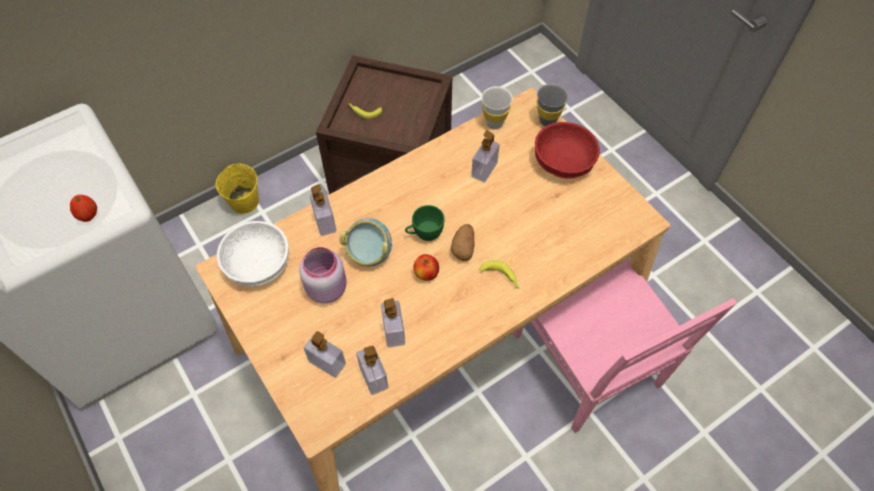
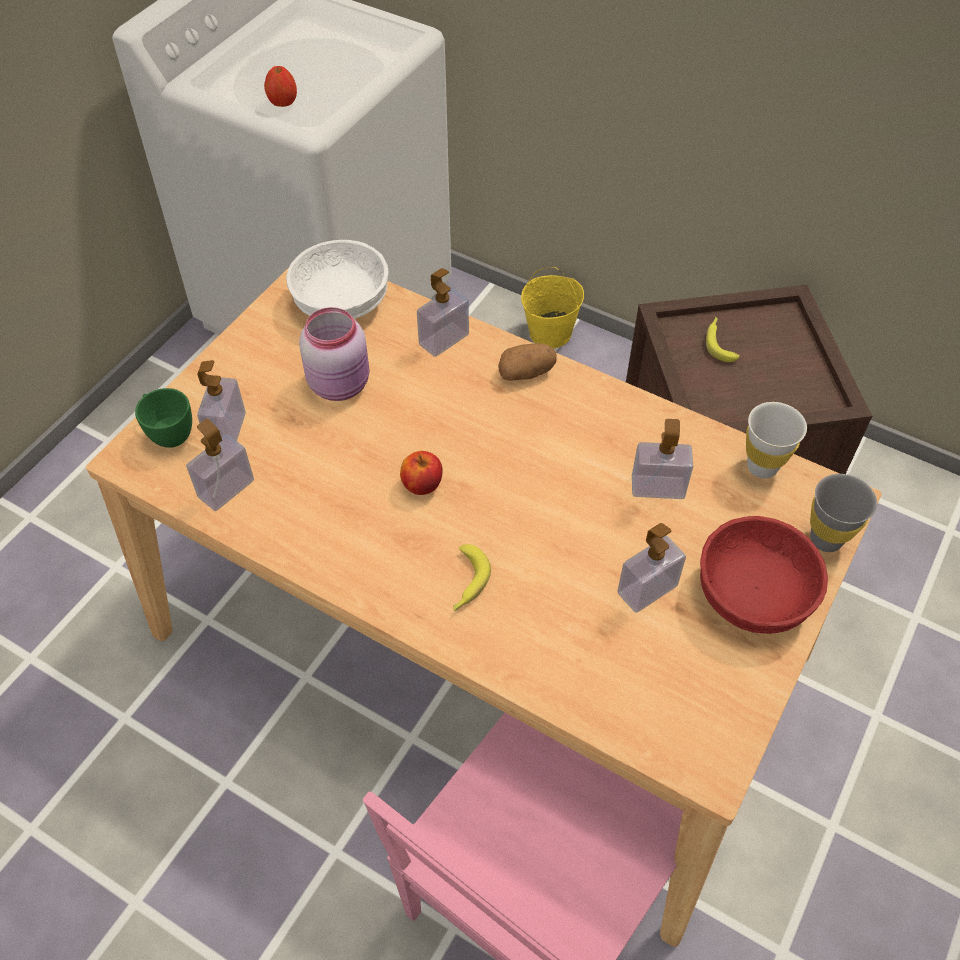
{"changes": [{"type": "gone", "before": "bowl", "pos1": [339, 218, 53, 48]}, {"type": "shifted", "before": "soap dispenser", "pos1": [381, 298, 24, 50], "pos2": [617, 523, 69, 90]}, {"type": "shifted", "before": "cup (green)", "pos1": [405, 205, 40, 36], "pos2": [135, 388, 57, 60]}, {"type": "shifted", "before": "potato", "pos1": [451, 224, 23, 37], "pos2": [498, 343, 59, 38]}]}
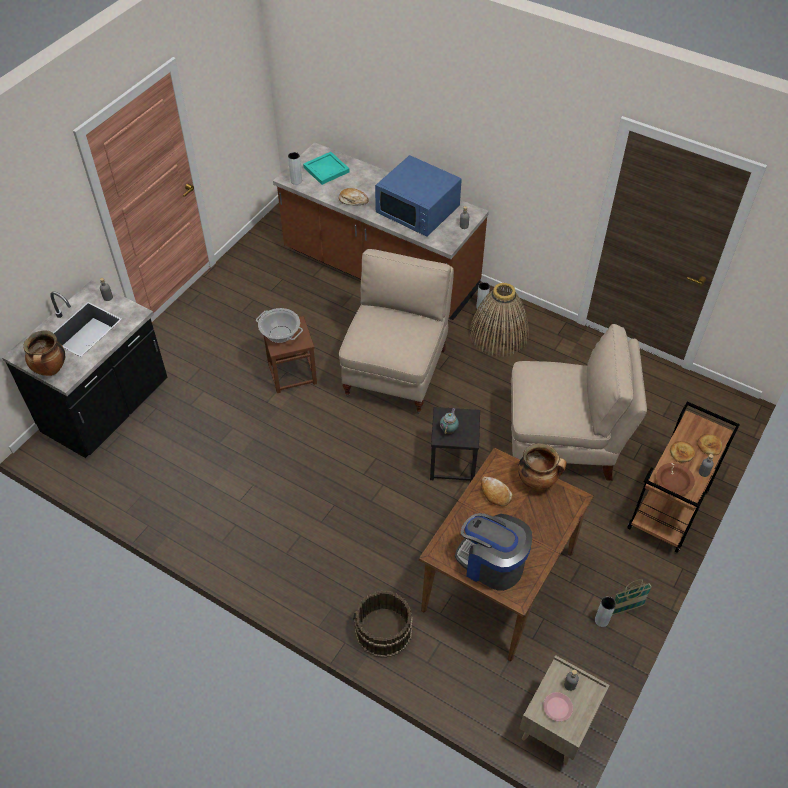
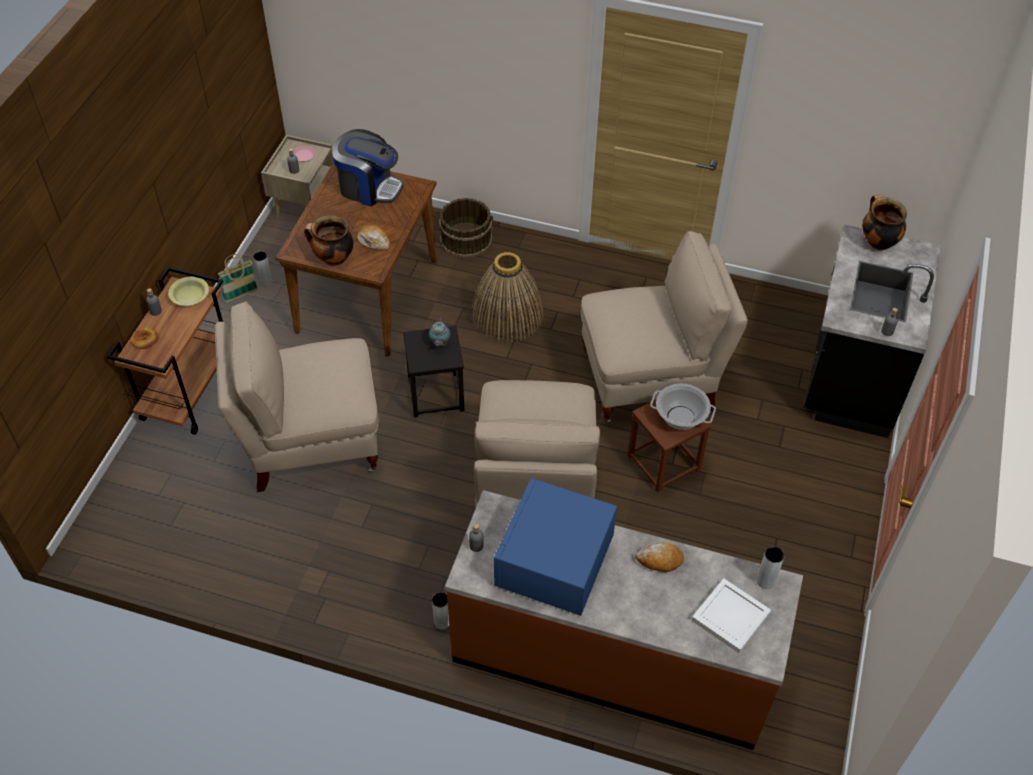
{"changes": [{"type": "gone", "before": "bread", "pos1": [670, 441, 25, 22]}, {"type": "new", "after": "chair (beige)", "pos2": [581, 231, 167, 192]}, {"type": "shifted", "before": "basket", "pos1": [469, 283, 60, 74], "pos2": [471, 252, 72, 90]}, {"type": "repainted", "before": "tray (turquoise)", "after": "tray (white)", "pos1": [303, 152, 47, 33], "pos2": [691, 579, 80, 74]}, {"type": "repainted", "before": "bowl (brown)", "after": "bowl (yellow)", "pos1": [656, 463, 39, 31], "pos2": [168, 277, 41, 29]}, {"type": "rotated", "before": "microwave (blue)", "pos1": [375, 155, 87, 82], "pos2": [494, 478, 123, 138], "turn": -90}]}
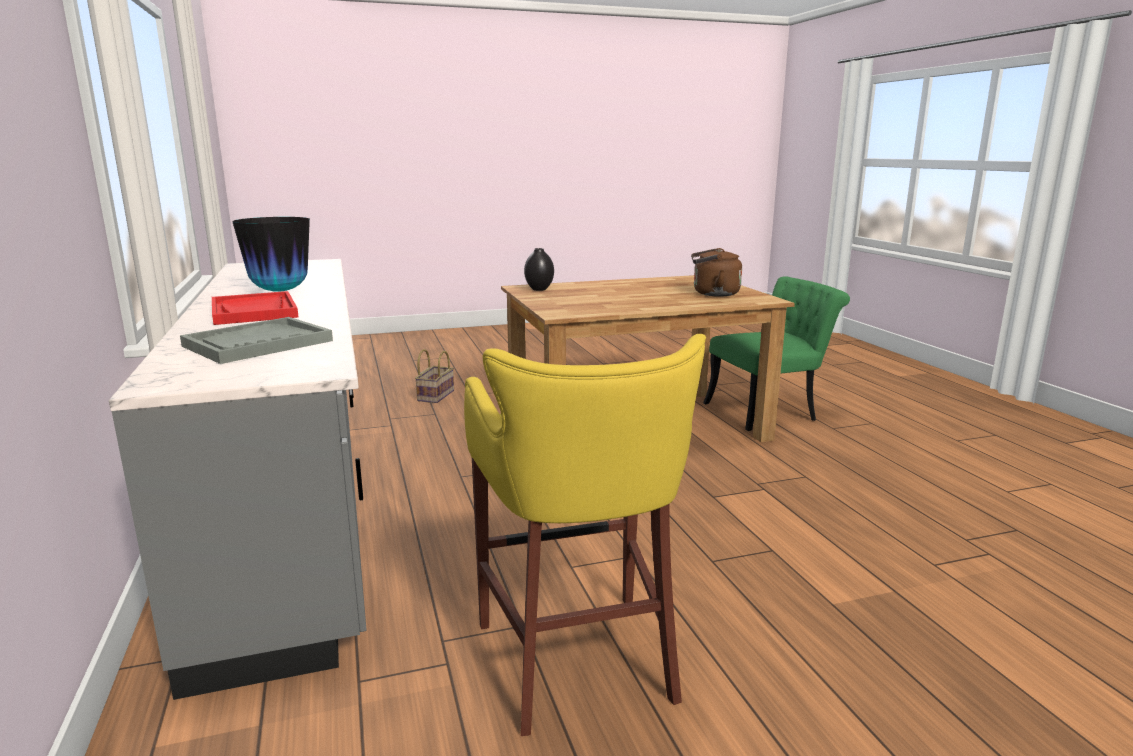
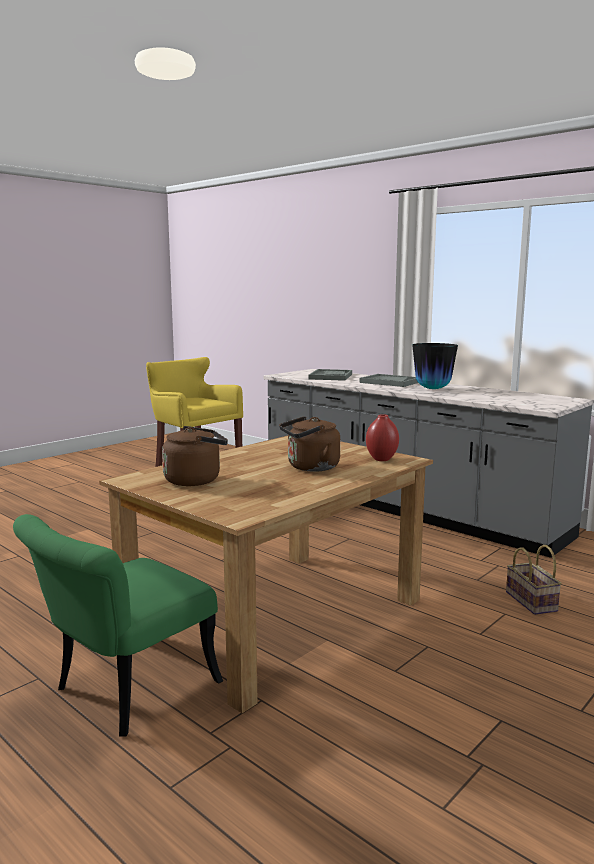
{"changes": [{"type": "new", "after": "kettle (brown)", "pos2": [279, 416, 61, 56]}, {"type": "repainted", "before": "tray (red)", "after": "tray (grey)", "pos1": [212, 291, 86, 34], "pos2": [359, 374, 59, 13]}, {"type": "repainted", "before": "vase (black)", "after": "vase (red)", "pos1": [524, 248, 30, 43], "pos2": [366, 414, 33, 47]}]}
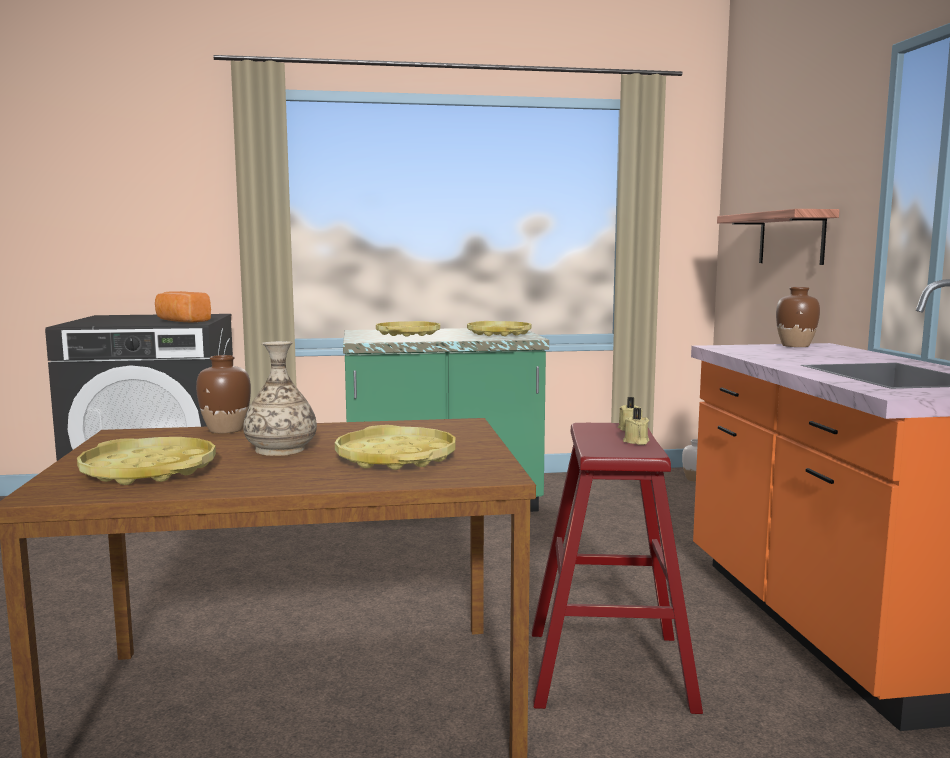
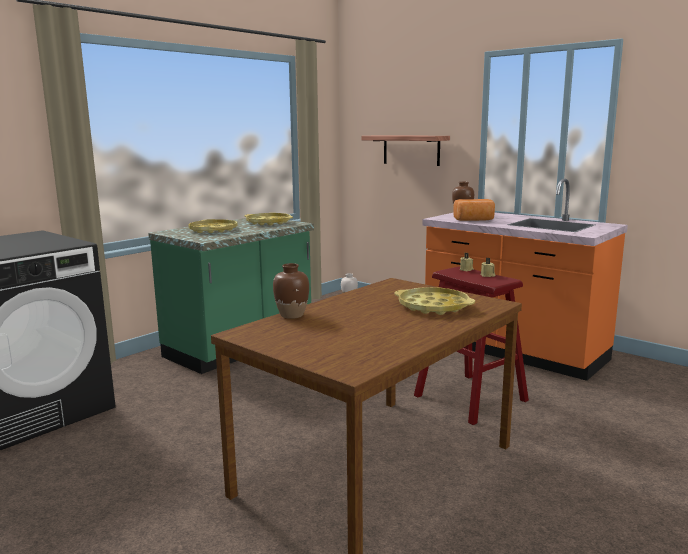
{"changes": [{"type": "gone", "before": "tray (yellow)", "pos1": [77, 437, 139, 48]}, {"type": "gone", "before": "vase", "pos1": [243, 341, 74, 115]}, {"type": "shifted", "before": "bread", "pos1": [155, 291, 56, 31], "pos2": [453, 199, 42, 22]}]}
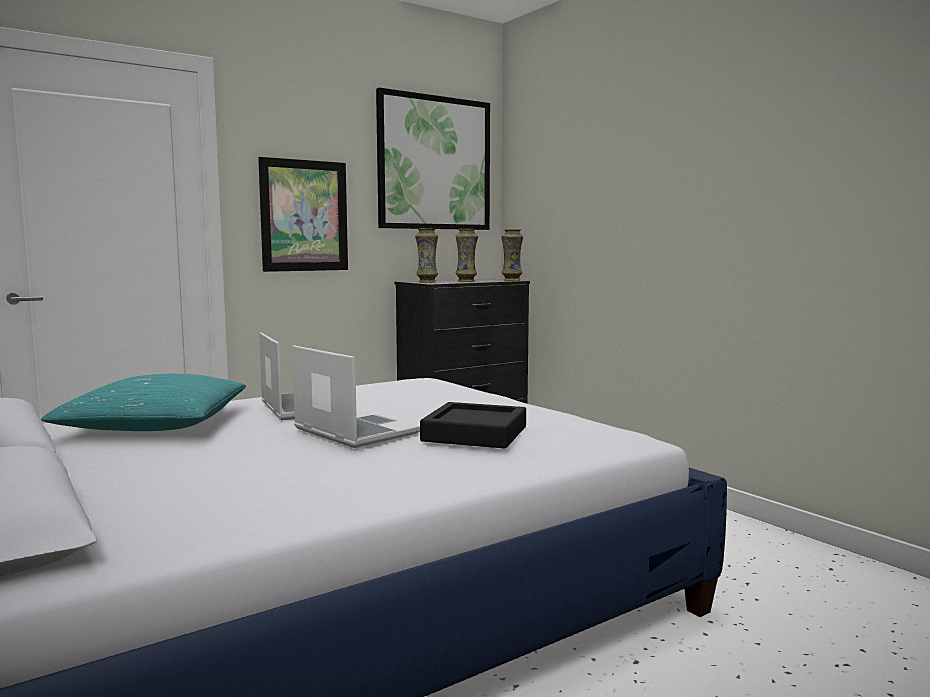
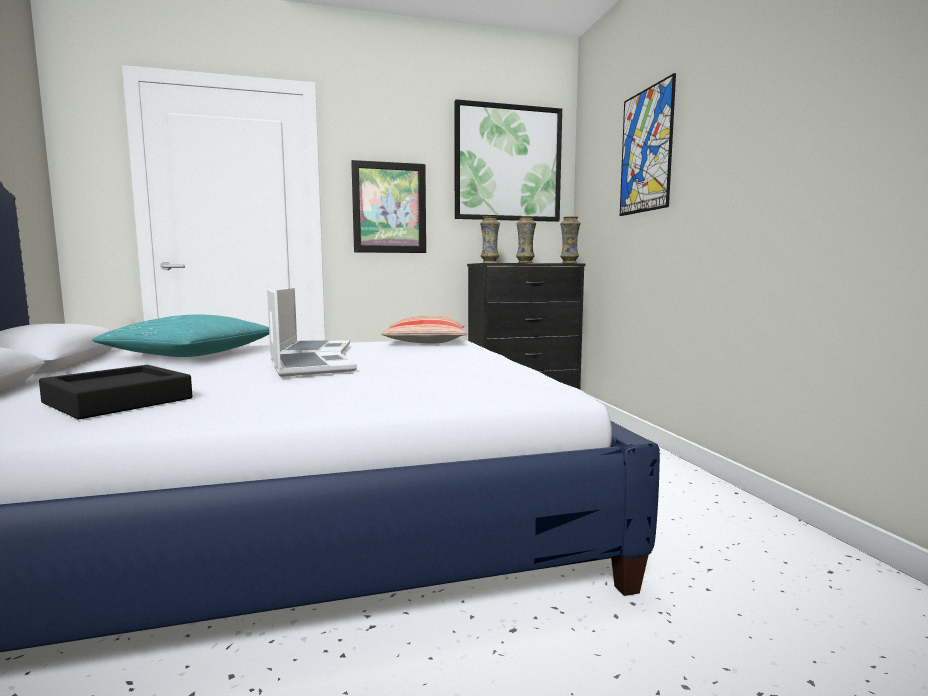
{"changes": [{"type": "new", "after": "pillow", "pos2": [381, 316, 86, 27]}, {"type": "new", "after": "picture", "pos2": [620, 73, 56, 143]}, {"type": "shifted", "before": "tray (black)", "pos1": [420, 402, 106, 46], "pos2": [39, 365, 154, 54]}]}
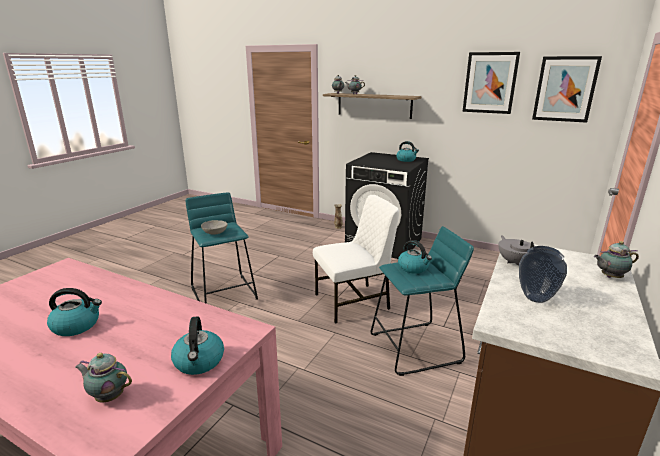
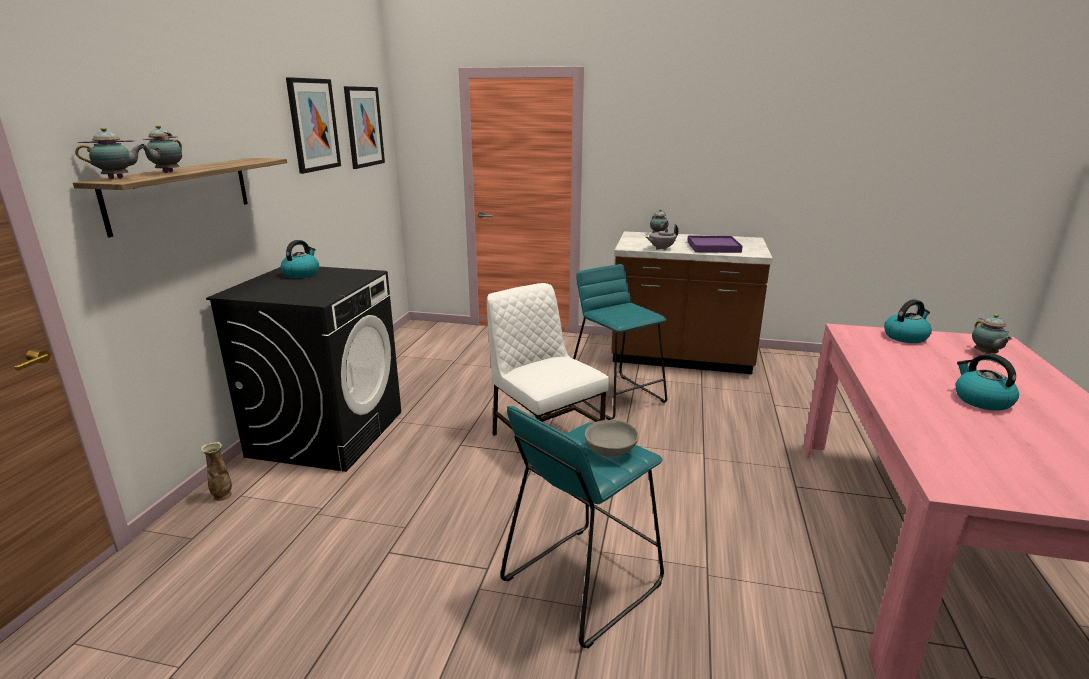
{"changes": [{"type": "gone", "before": "kettle", "pos1": [398, 240, 34, 34]}, {"type": "swapped", "before": "vase", "after": "tray (purple)", "pos1": [519, 246, 48, 57], "pos2": [687, 235, 56, 18]}]}
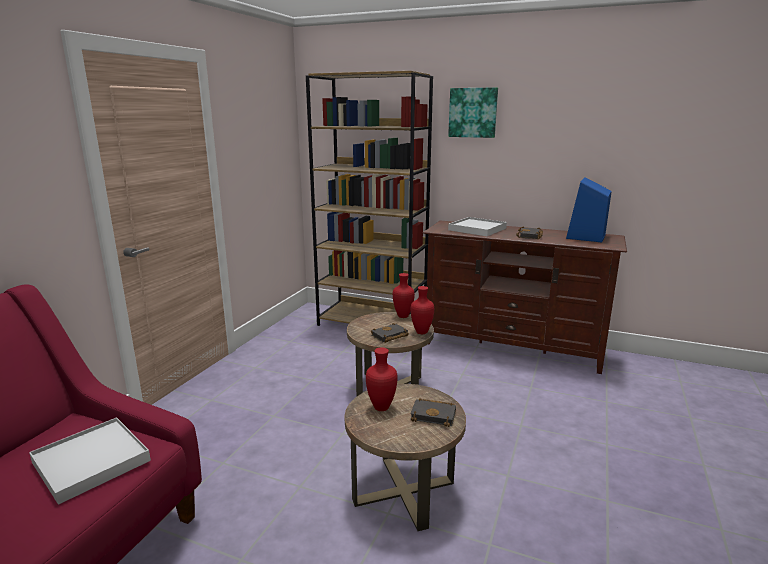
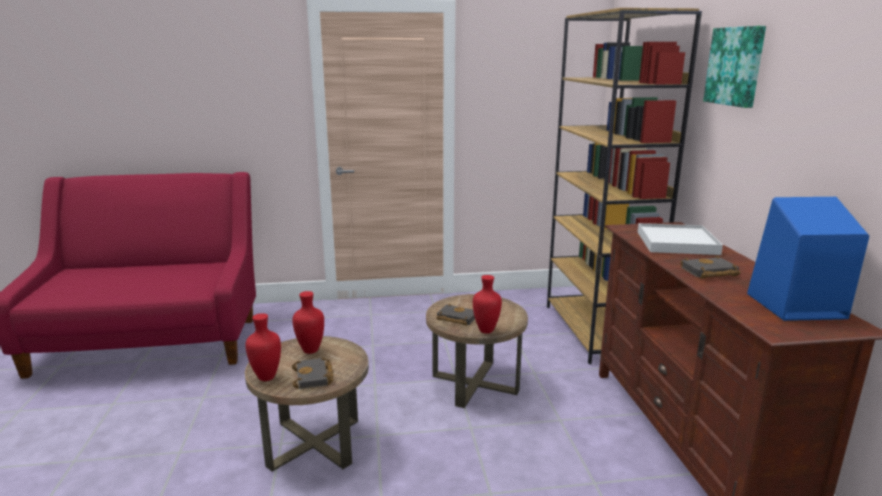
{"changes": [{"type": "gone", "before": "tray (white)", "pos1": [29, 417, 122, 88]}, {"type": "shifted", "before": "vase (red)", "pos1": [393, 273, 22, 45], "pos2": [245, 313, 36, 68]}]}
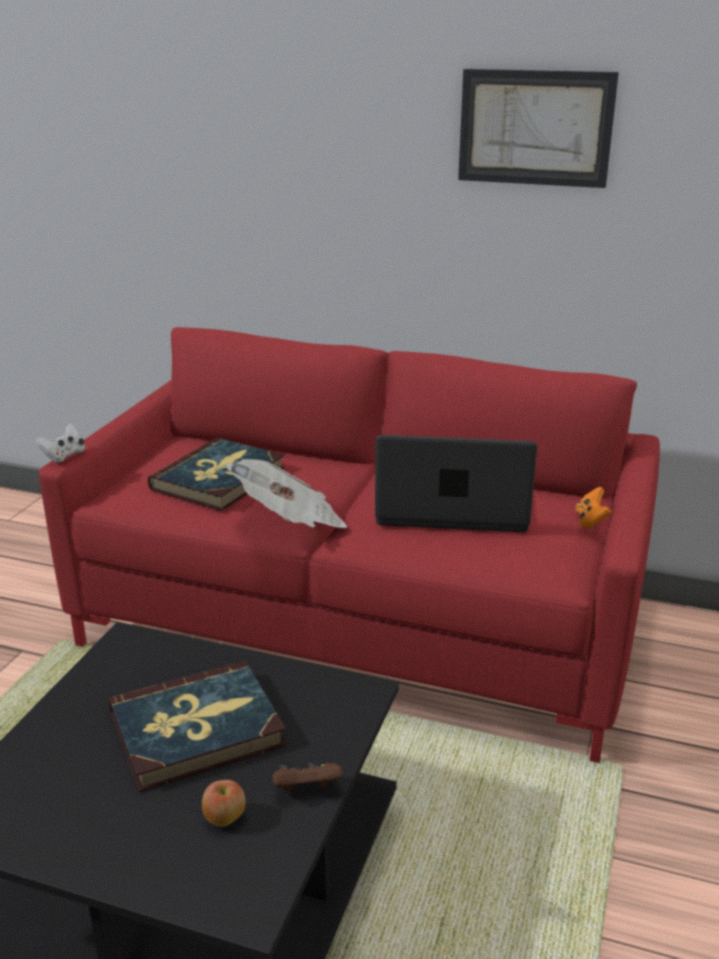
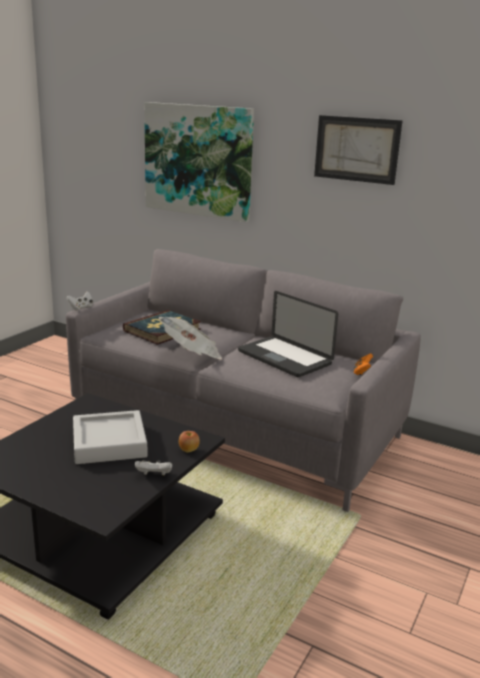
{"changes": [{"type": "new", "after": "picture", "pos2": [144, 102, 110, 120]}, {"type": "shifted", "before": "apple", "pos1": [202, 780, 44, 47], "pos2": [179, 431, 21, 21]}, {"type": "swapped", "before": "book", "after": "tray (grey)", "pos1": [109, 661, 178, 131], "pos2": [73, 410, 75, 54]}, {"type": "repainted", "before": "sofa (red)", "after": "sofa (grey)", "pos1": [39, 327, 621, 436], "pos2": [66, 249, 355, 263]}, {"type": "repainted", "before": "game controller (brown)", "after": "game controller (white)", "pos1": [272, 763, 70, 29], "pos2": [135, 460, 37, 15]}, {"type": "rotated", "before": "laptop", "pos1": [375, 435, 162, 97], "pos2": [238, 291, 100, 86], "turn": -150}]}
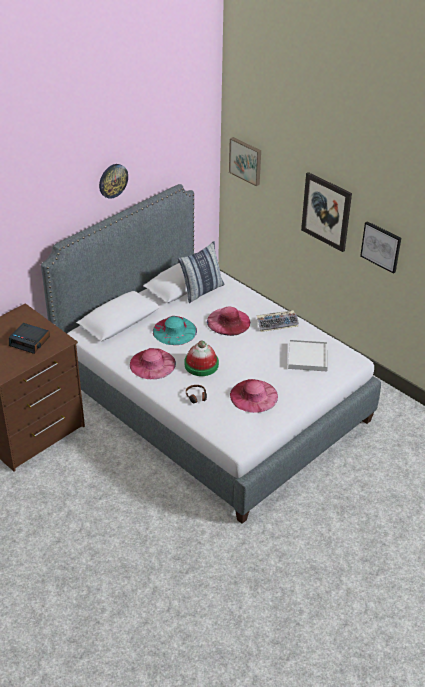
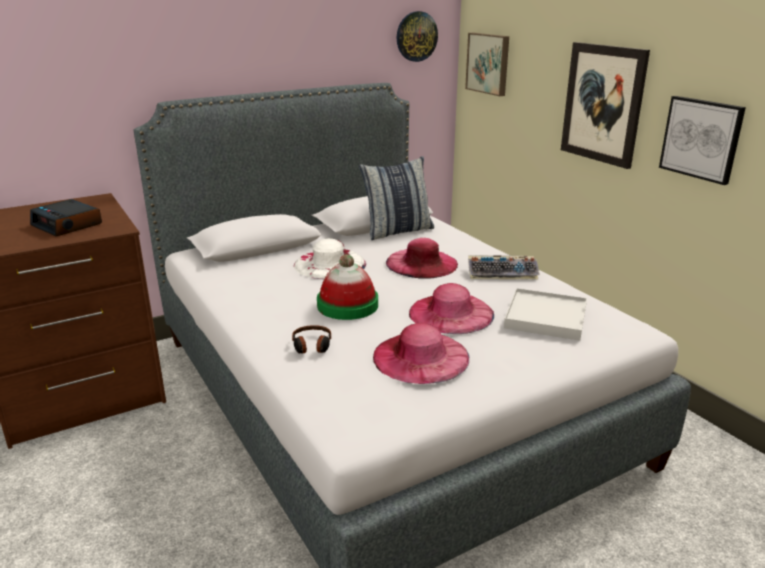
{"changes": [{"type": "shifted", "before": "wall clock", "pos1": [99, 164, 29, 35], "pos2": [397, 11, 41, 51]}, {"type": "shifted", "before": "hat (pink)", "pos1": [130, 348, 46, 31], "pos2": [409, 283, 85, 51]}, {"type": "repainted", "before": "hat (turquoise)", "after": "hat (white)", "pos1": [153, 316, 44, 29], "pos2": [294, 238, 72, 41]}]}
